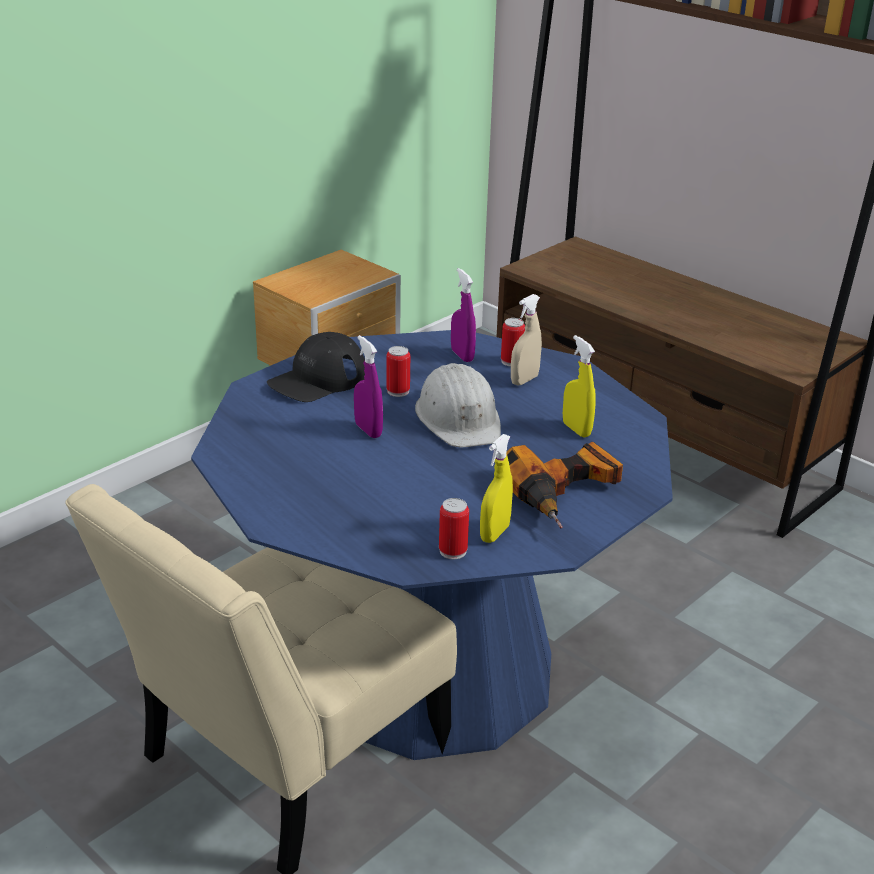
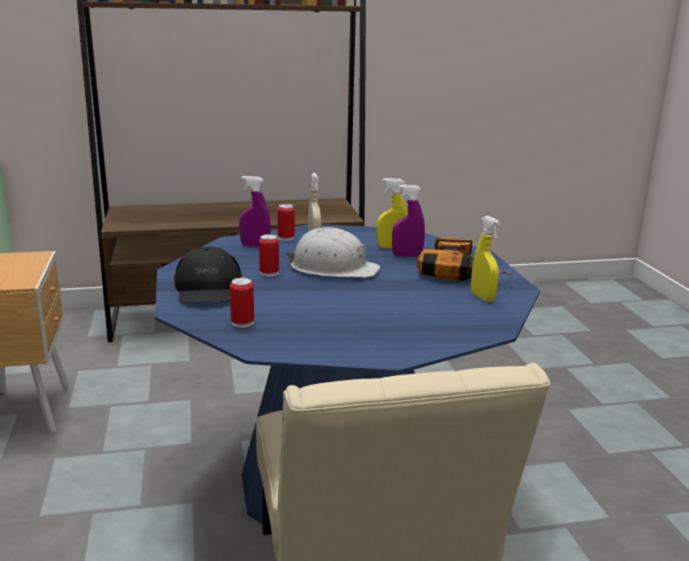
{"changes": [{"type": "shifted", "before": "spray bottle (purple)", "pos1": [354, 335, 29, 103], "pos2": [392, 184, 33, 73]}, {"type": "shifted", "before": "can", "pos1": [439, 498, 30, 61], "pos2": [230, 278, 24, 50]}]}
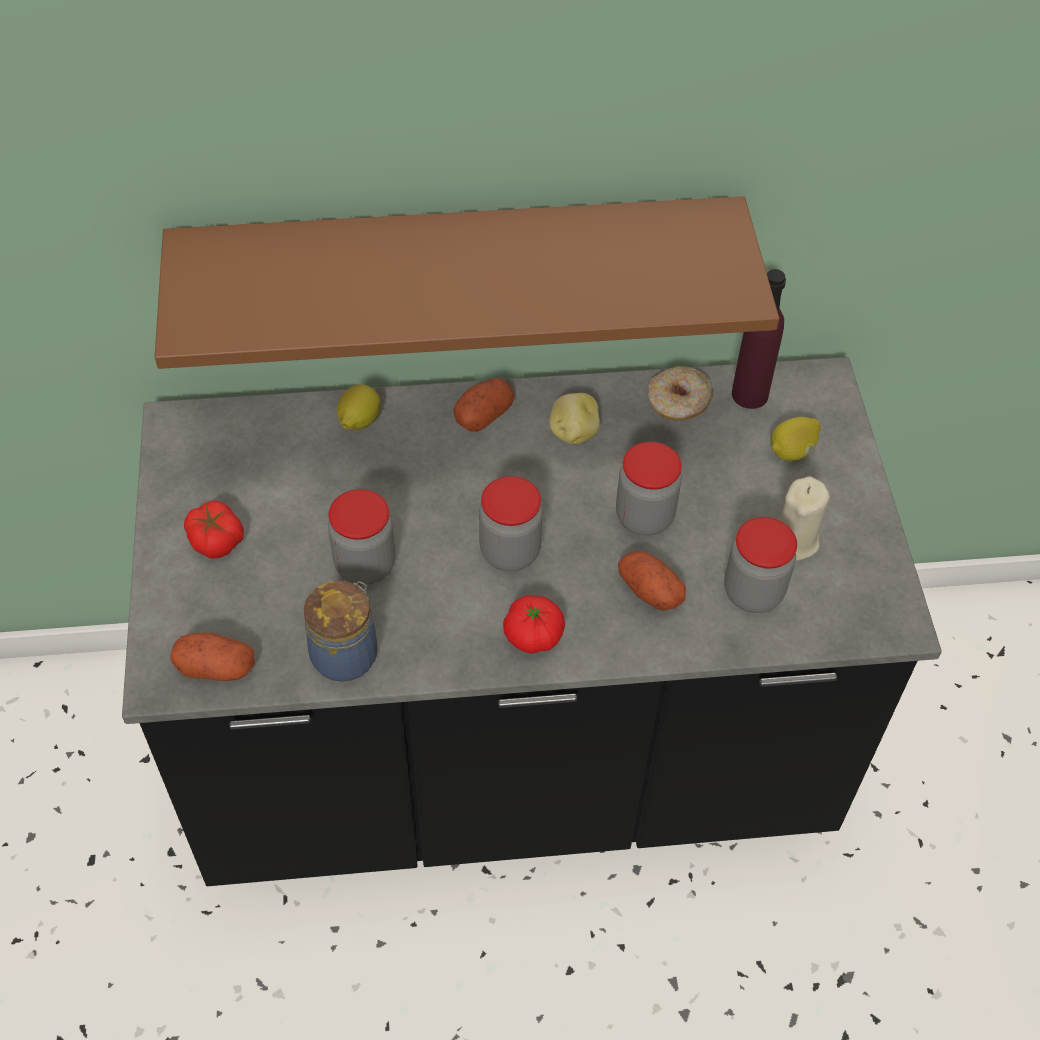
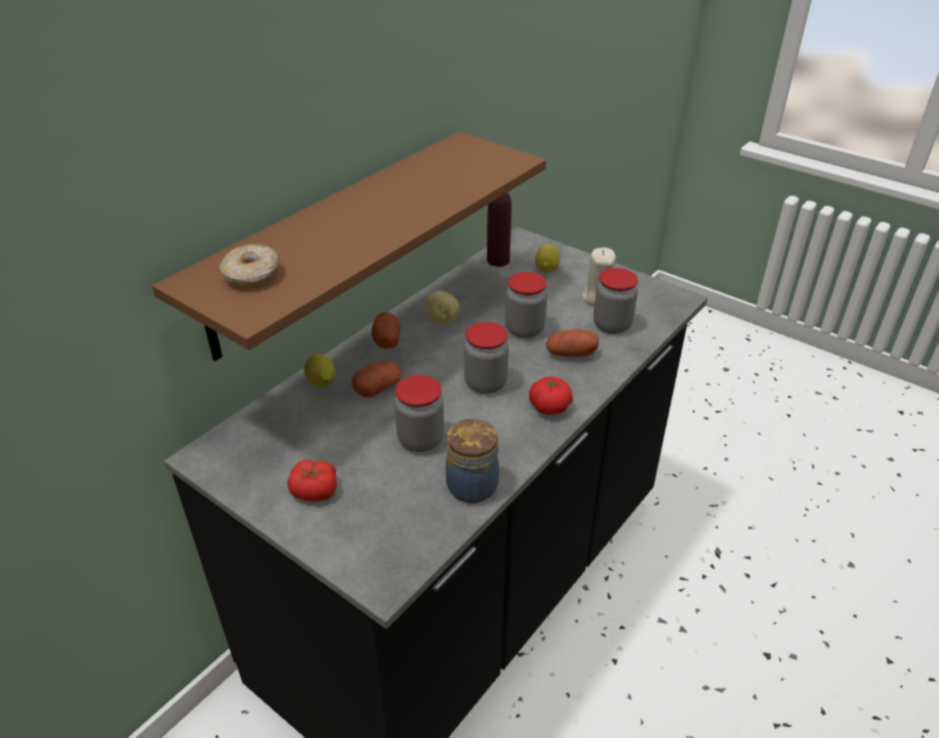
{"changes": [{"type": "shifted", "before": "potato", "pos1": [170, 633, 85, 48], "pos2": [352, 361, 50, 37]}, {"type": "shifted", "before": "donut", "pos1": [647, 366, 66, 55], "pos2": [219, 244, 60, 44]}]}
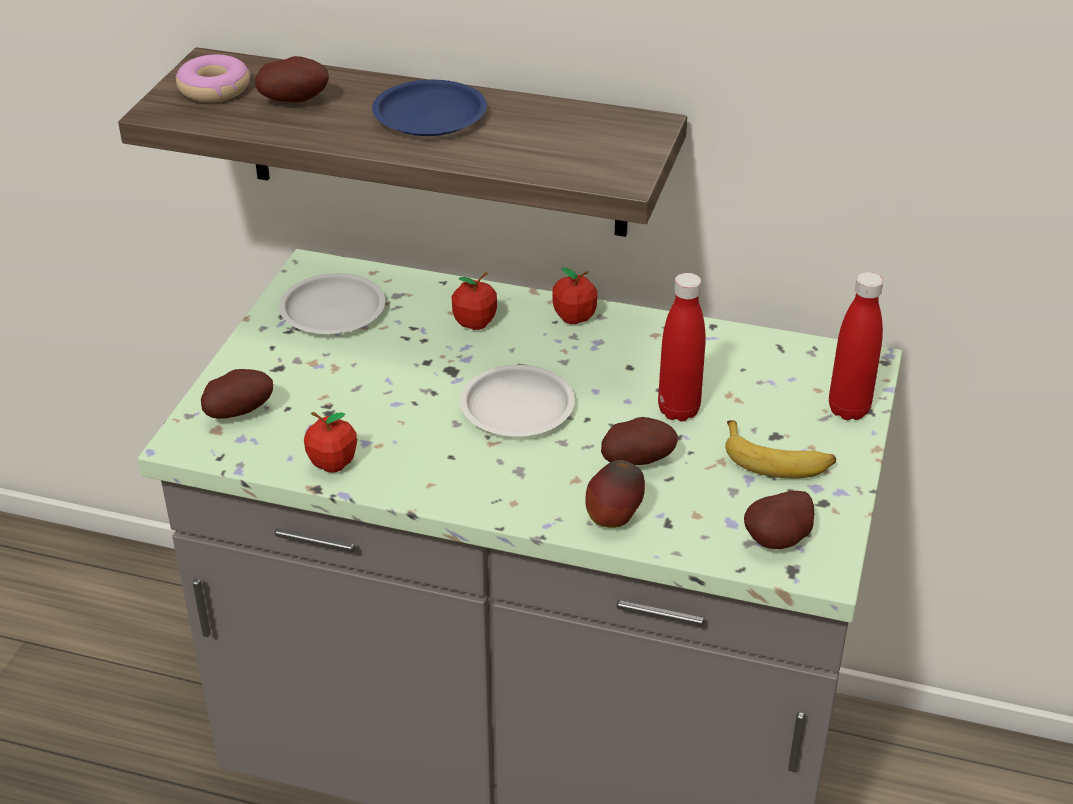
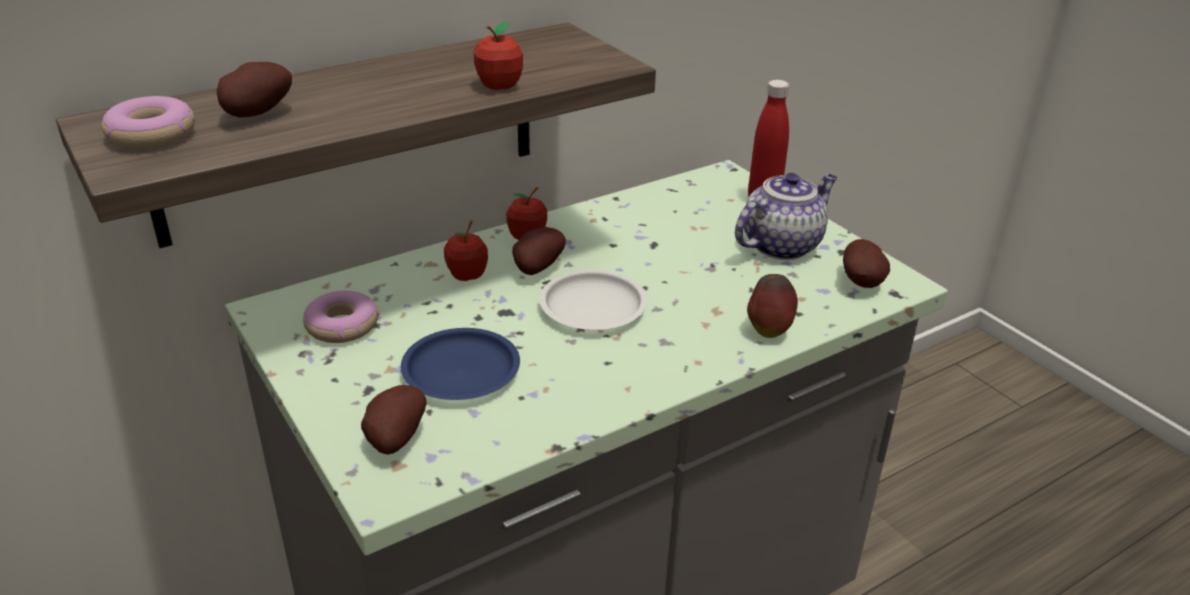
{"changes": [{"type": "gone", "before": "bottle (red)", "pos1": [658, 273, 48, 148]}, {"type": "shifted", "before": "apple", "pos1": [304, 412, 53, 61], "pos2": [474, 22, 49, 68]}, {"type": "shifted", "before": "plate (blue)", "pos1": [372, 80, 115, 56], "pos2": [401, 328, 119, 72]}, {"type": "shifted", "before": "potato", "pos1": [601, 417, 77, 48], "pos2": [512, 227, 54, 48]}, {"type": "swapped", "before": "plate (white)", "after": "donut", "pos1": [279, 273, 106, 61], "pos2": [303, 290, 76, 53]}, {"type": "swapped", "before": "banana", "after": "teapot", "pos1": [725, 420, 111, 59], "pos2": [735, 173, 102, 87]}]}
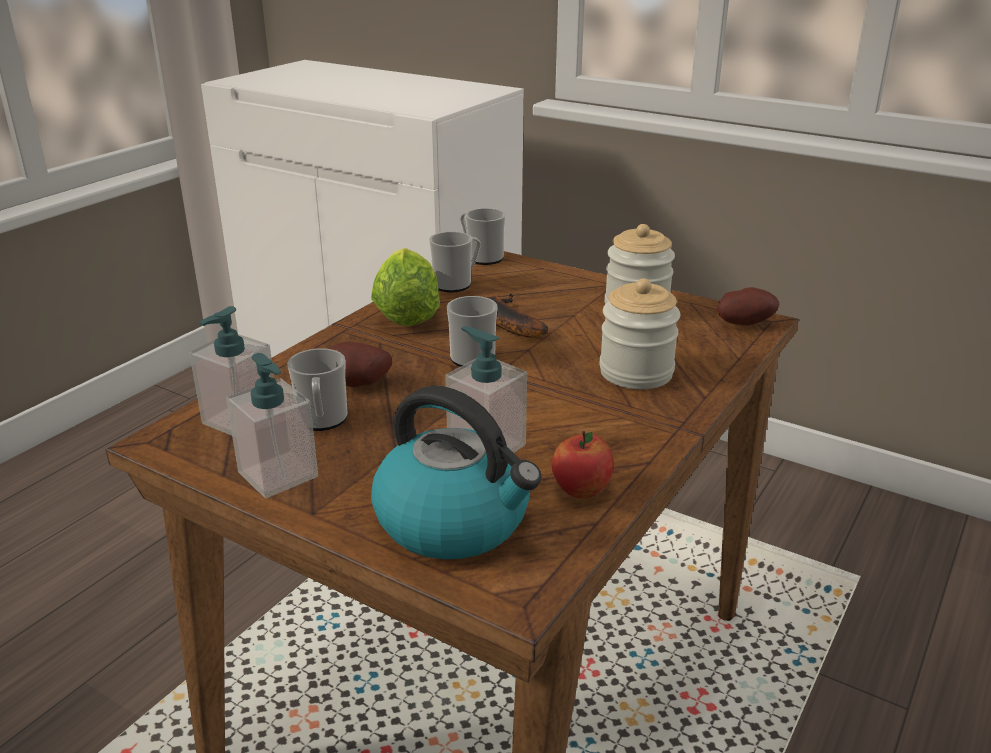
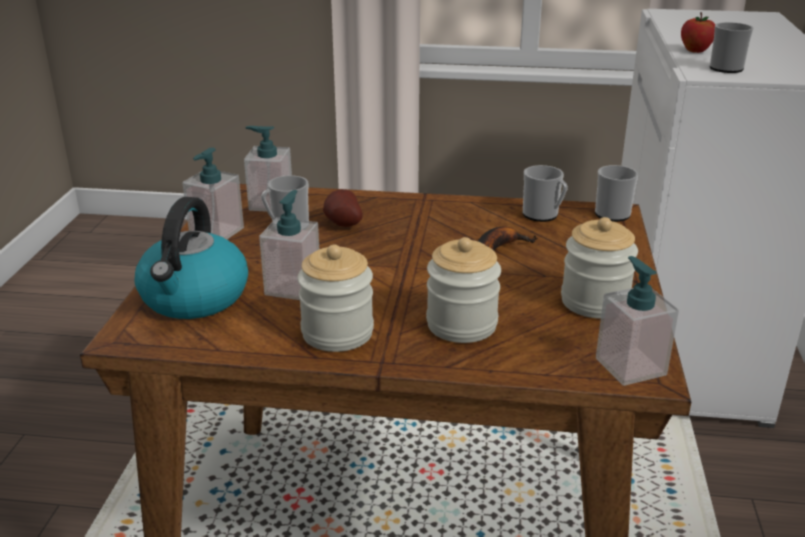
{"changes": [{"type": "gone", "before": "lettuce", "pos1": [371, 248, 69, 78]}, {"type": "new", "after": "jar", "pos2": [297, 245, 77, 107]}, {"type": "shifted", "before": "mug", "pos1": [447, 296, 51, 71], "pos2": [710, 22, 44, 51]}, {"type": "shifted", "before": "apple", "pos1": [552, 431, 61, 68], "pos2": [681, 12, 34, 41]}, {"type": "swapped", "before": "potato", "after": "soap dispenser", "pos1": [718, 287, 61, 38], "pos2": [596, 256, 83, 130]}]}
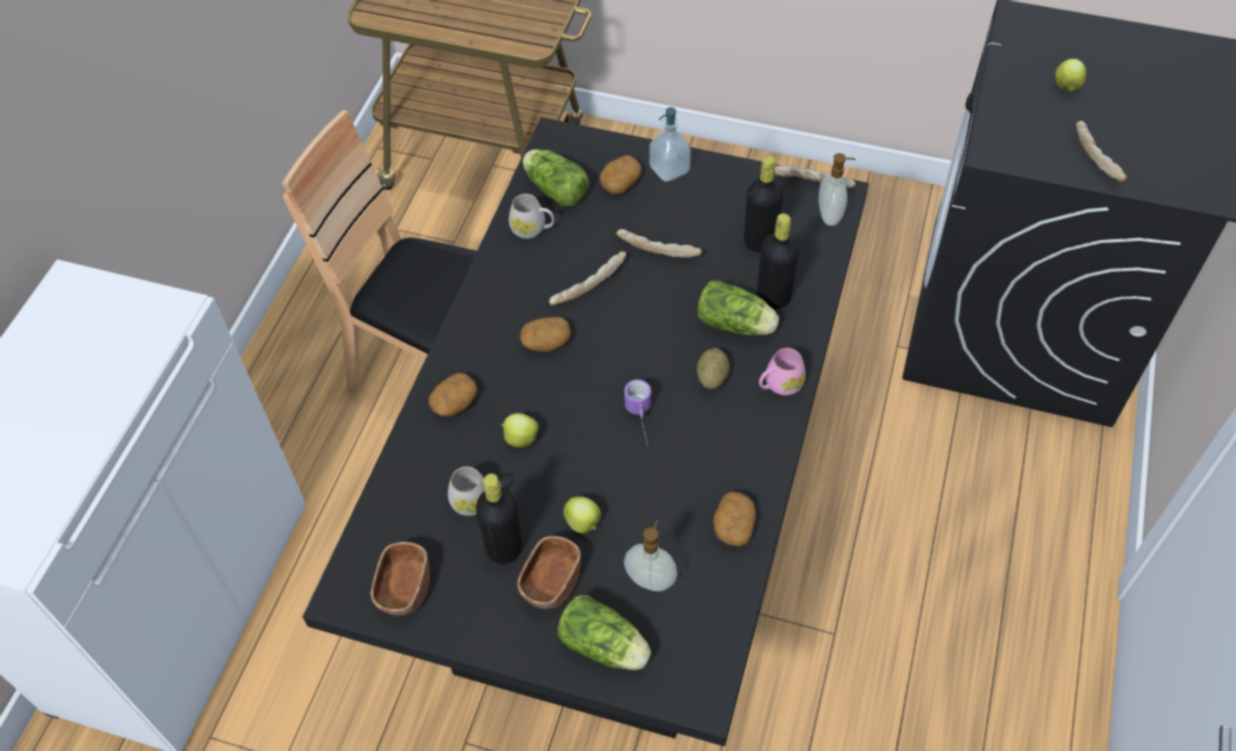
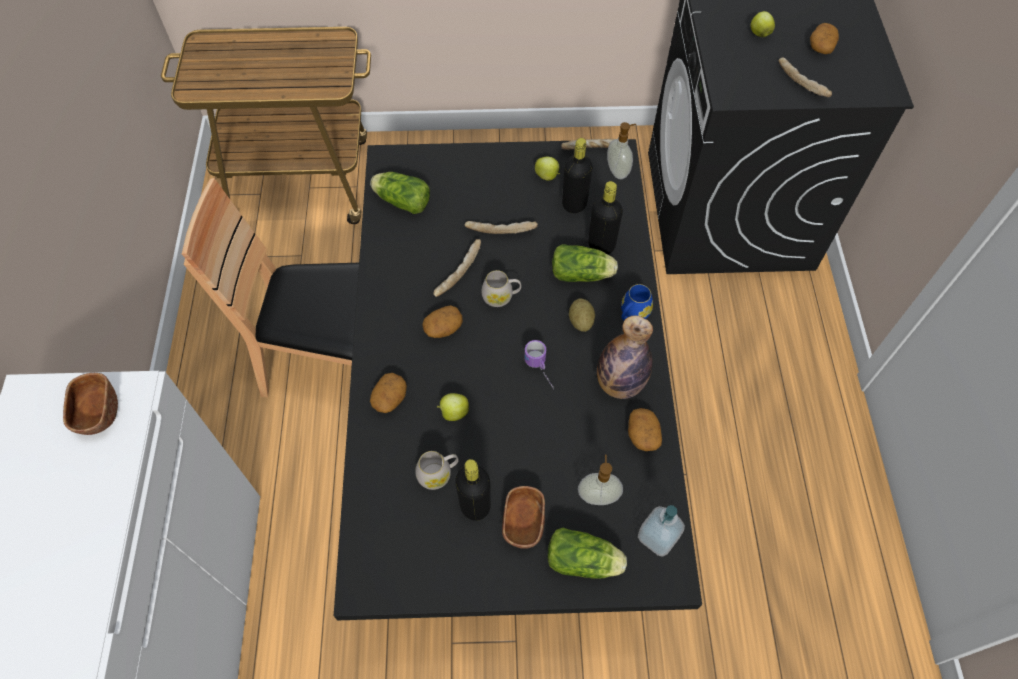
{"changes": [{"type": "new", "after": "bottle", "pos2": [597, 316, 56, 83]}, {"type": "shifted", "before": "bowl (brown)", "pos1": [371, 542, 59, 74], "pos2": [63, 373, 55, 62]}, {"type": "shifted", "before": "mug (white)", "pos1": [509, 194, 45, 45], "pos2": [482, 270, 39, 37]}, {"type": "shifted", "before": "apple", "pos1": [563, 496, 38, 37], "pos2": [535, 157, 25, 24]}, {"type": "shifted", "before": "potato", "pos1": [599, 155, 43, 39], "pos2": [810, 23, 29, 31]}, {"type": "shifted", "before": "soap dispenser", "pos1": [649, 107, 42, 75], "pos2": [638, 505, 47, 52]}, {"type": "repainted", "before": "mug (pink)", "after": "mug (blue)", "pos1": [759, 348, 47, 47], "pos2": [621, 284, 32, 36]}]}
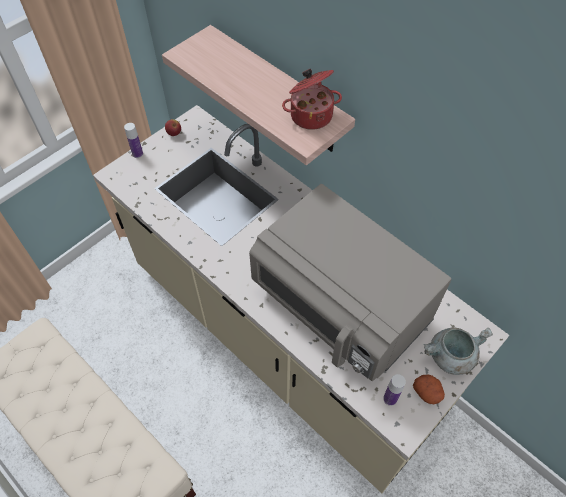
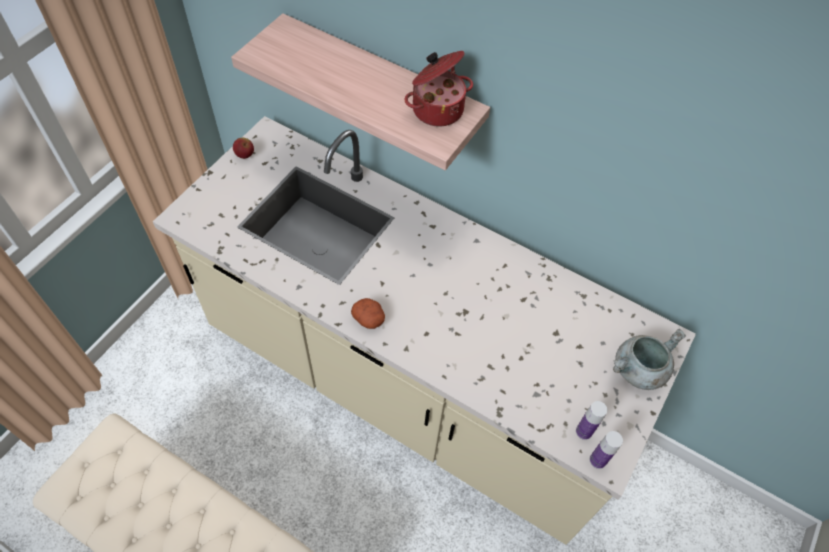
{"changes": [{"type": "gone", "before": "microwave (grey)", "pos1": [249, 184, 202, 197]}, {"type": "shifted", "before": "bottle", "pos1": [124, 123, 19, 35], "pos2": [590, 431, 33, 38]}, {"type": "shifted", "before": "potato", "pos1": [413, 375, 32, 29], "pos2": [351, 298, 34, 31]}]}
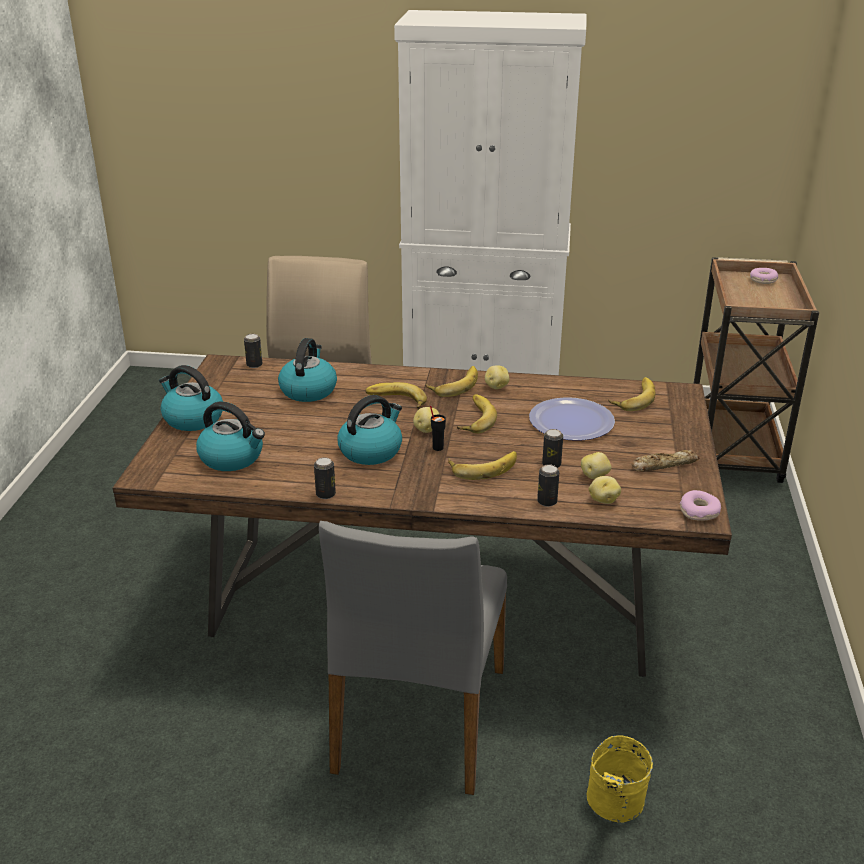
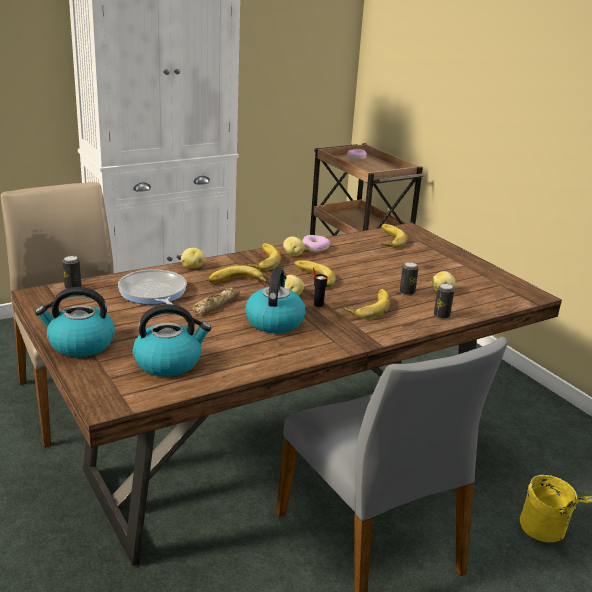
{"changes": [{"type": "gone", "before": "can", "pos1": [314, 457, 22, 42]}, {"type": "gone", "before": "plate", "pos1": [529, 397, 86, 44]}, {"type": "shifted", "before": "potato", "pos1": [589, 476, 32, 28], "pos2": [181, 248, 24, 20]}, {"type": "shifted", "before": "bread", "pos1": [632, 450, 68, 22], "pos2": [193, 288, 47, 27]}, {"type": "shifted", "before": "donut", "pos1": [680, 490, 41, 31], "pos2": [302, 235, 28, 17]}, {"type": "swapped", "before": "kettle", "after": "frying pan", "pos1": [278, 338, 59, 64], "pos2": [118, 269, 69, 36]}]}
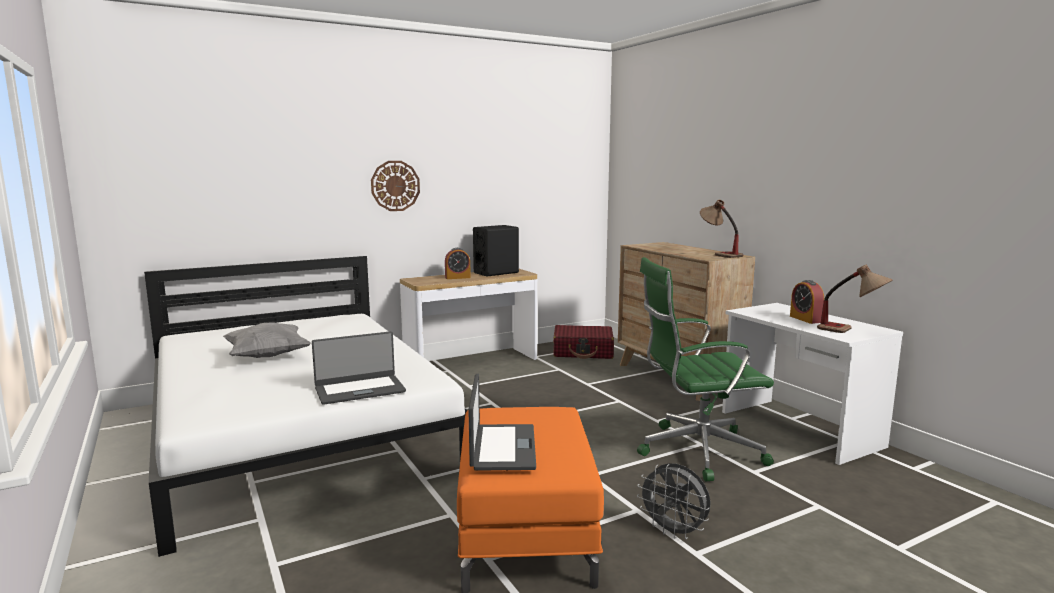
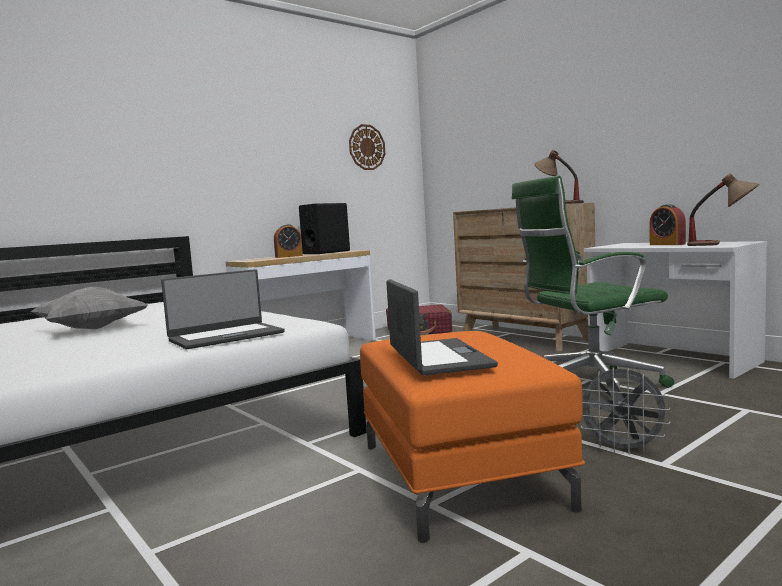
{"changes": [{"type": "shifted", "before": "wall clock", "pos1": [371, 161, 49, 50], "pos2": [349, 124, 36, 46]}]}
